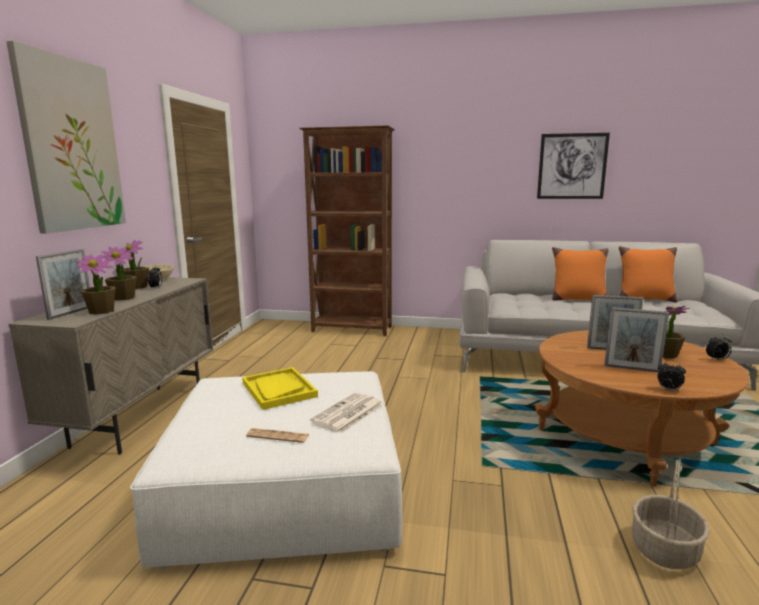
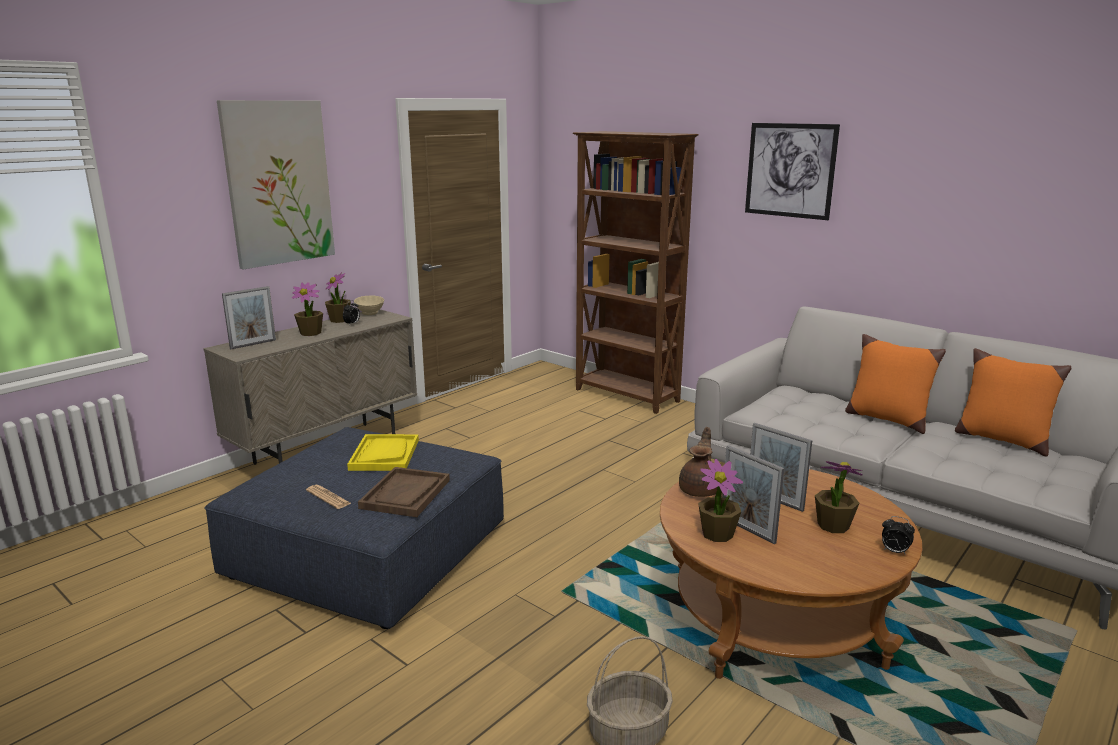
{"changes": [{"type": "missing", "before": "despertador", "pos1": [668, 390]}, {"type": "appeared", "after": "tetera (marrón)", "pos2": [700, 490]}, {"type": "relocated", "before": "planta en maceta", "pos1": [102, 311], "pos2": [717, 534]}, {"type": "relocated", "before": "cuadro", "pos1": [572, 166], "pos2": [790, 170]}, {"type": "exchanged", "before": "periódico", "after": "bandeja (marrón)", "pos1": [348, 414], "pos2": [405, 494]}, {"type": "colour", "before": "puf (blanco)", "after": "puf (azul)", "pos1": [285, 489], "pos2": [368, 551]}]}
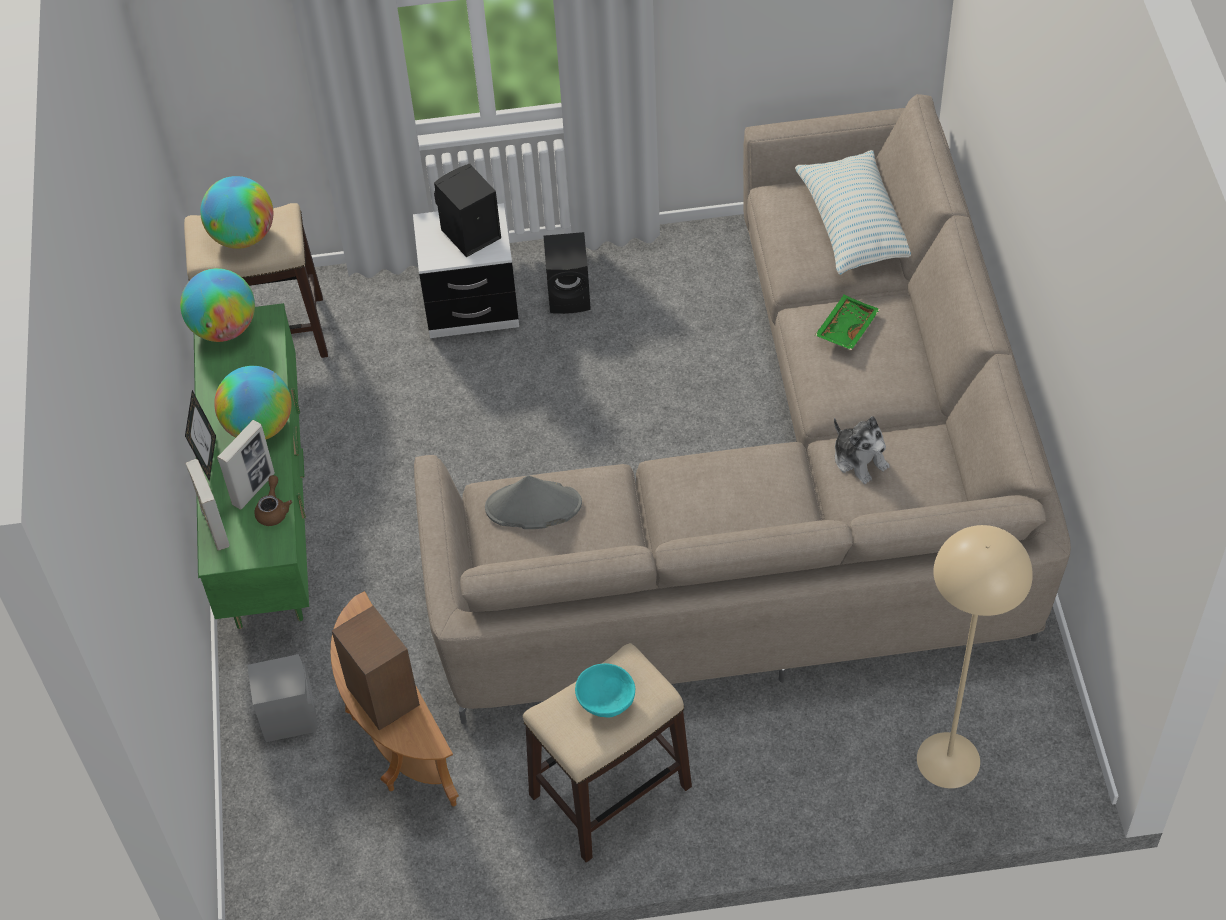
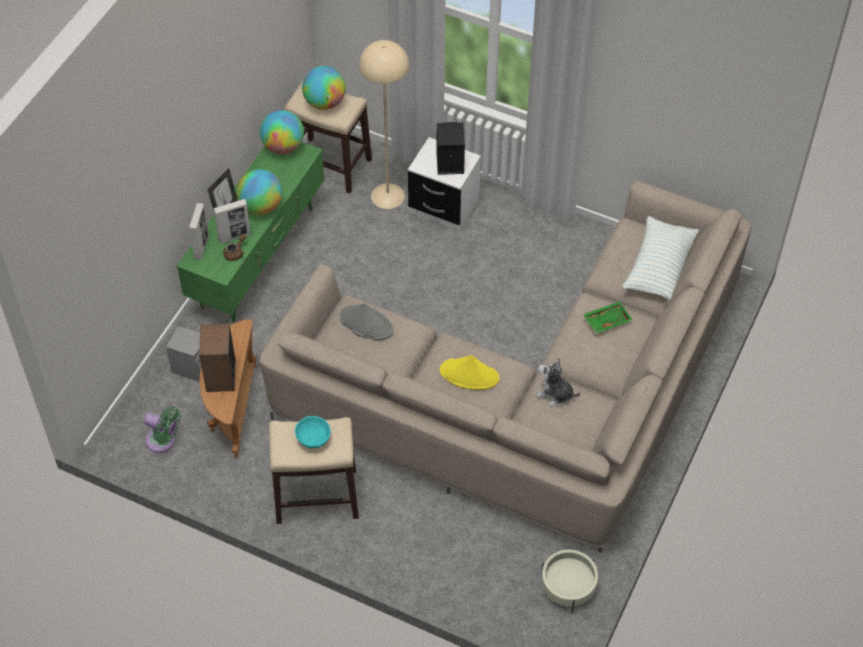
{"changes": [{"type": "missing", "before": "altavoz (negro)", "pos1": [571, 295]}, {"type": "appeared", "after": "ventilador (verde)", "pos2": [163, 441]}, {"type": "appeared", "after": "sombrero (amarillo)", "pos2": [469, 375]}, {"type": "appeared", "after": "maceta (beis)", "pos2": [568, 587]}, {"type": "relocated", "before": "lámpara de pie (beis)", "pos1": [948, 760], "pos2": [387, 196]}, {"type": "spun", "before": "peluche", "pos1": [859, 459], "pos2": [555, 394], "turn": 120}]}
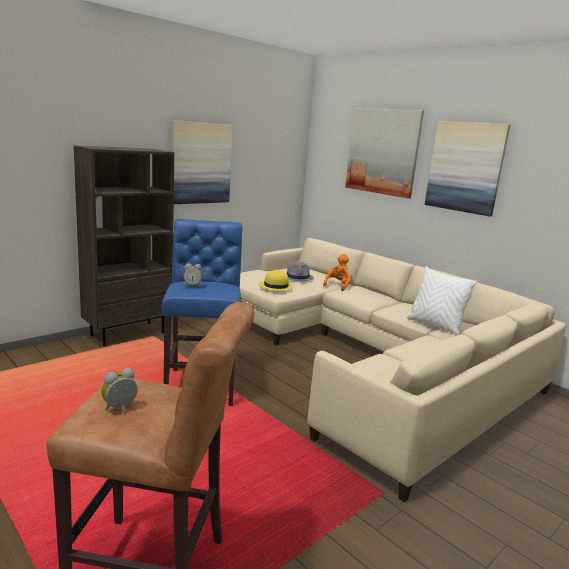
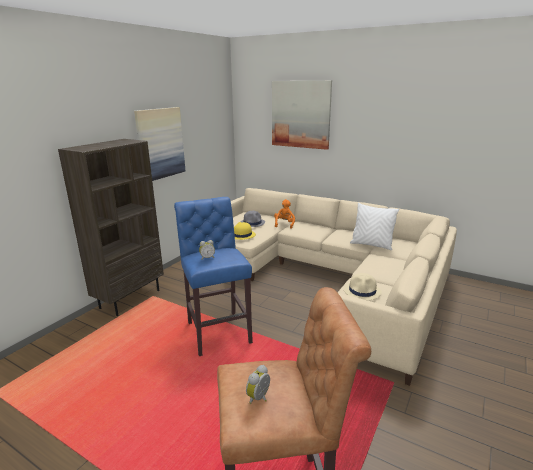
{"changes": [{"type": "missing", "before": "cuadro", "pos1": [465, 167]}, {"type": "appeared", "after": "sombrero (beis)", "pos2": [362, 291]}]}
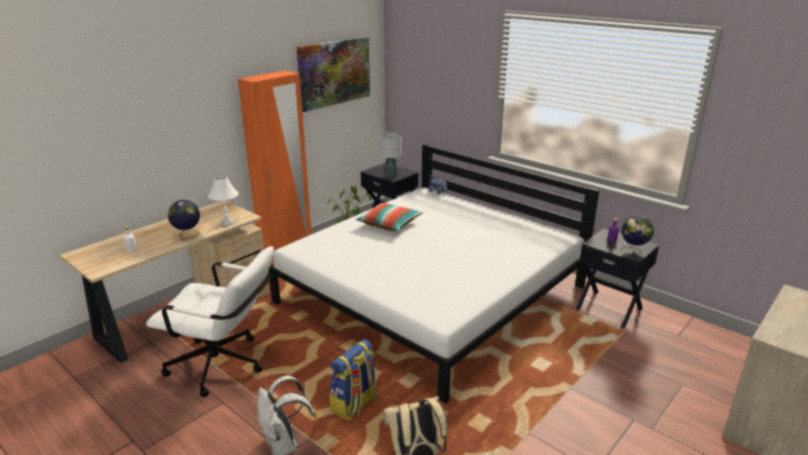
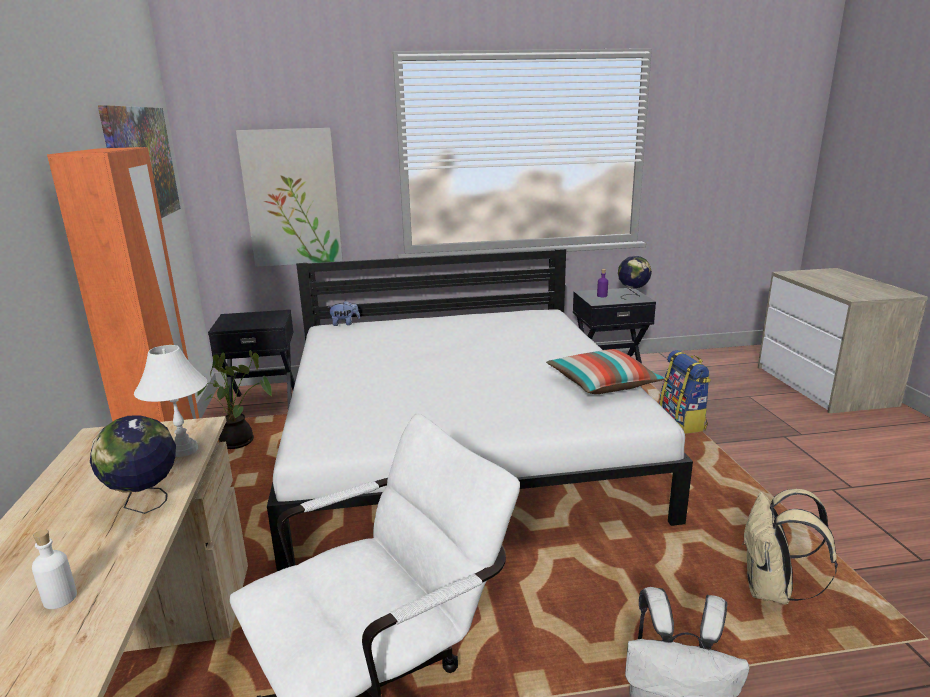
{"changes": [{"type": "missing", "before": "lámpara de mesa (gris)", "pos1": [391, 177]}, {"type": "appeared", "after": "cuadro", "pos2": [292, 198]}, {"type": "relocated", "before": "mochila", "pos1": [354, 404], "pos2": [682, 422]}, {"type": "relocated", "before": "cojín", "pos1": [389, 224], "pos2": [602, 384]}]}
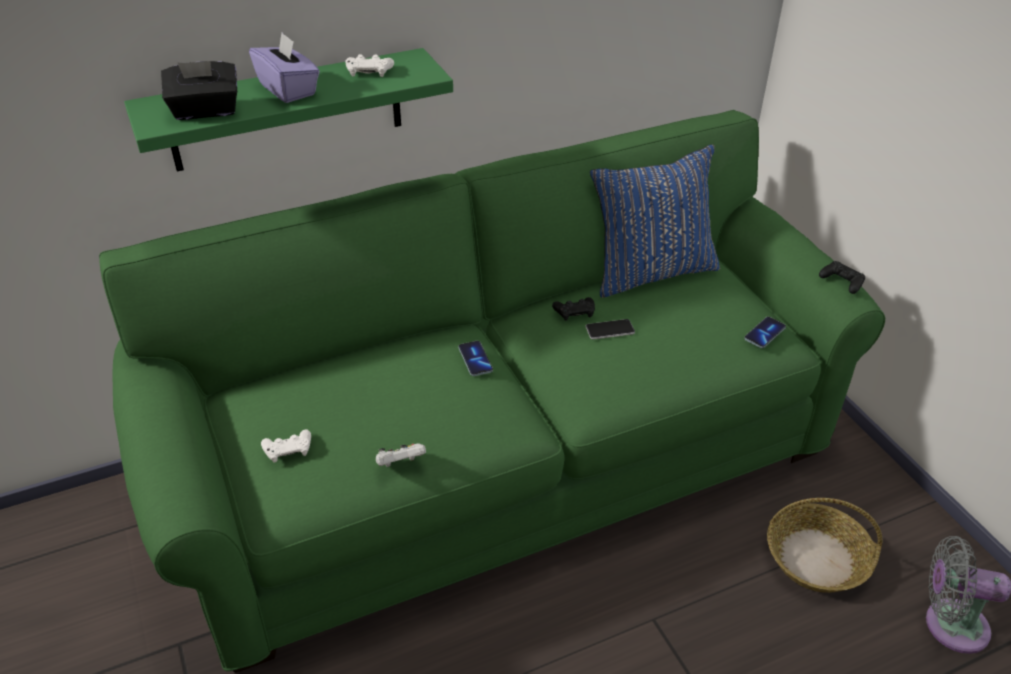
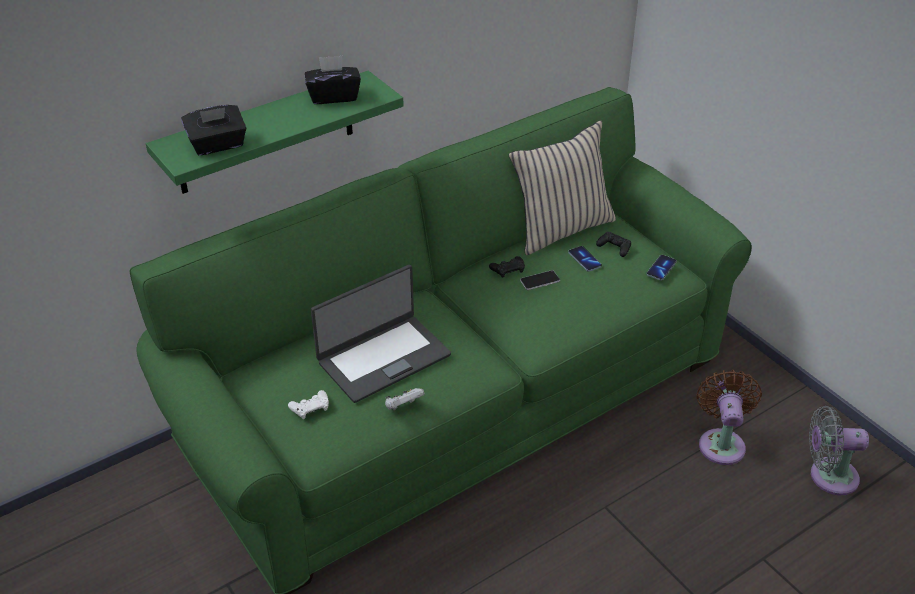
{"changes": [{"type": "missing", "before": "caja de pañuelos (morado)", "pos1": [288, 89]}, {"type": "appeared", "after": "portátil", "pos2": [383, 357]}, {"type": "relocated", "before": "móvil", "pos1": [475, 359], "pos2": [584, 260]}, {"type": "relocated", "before": "mando de consola (negro)", "pos1": [842, 281], "pos2": [614, 247]}, {"type": "exchanged", "before": "mando de consola (blanco)", "after": "caja de pañuelos (negro)", "pos1": [369, 71], "pos2": [333, 96]}, {"type": "exchanged", "before": "cesta", "after": "ventilador (marrón)", "pos1": [815, 558], "pos2": [721, 443]}, {"type": "colour", "before": "cojín (azul)", "after": "cojín (beis)", "pos1": [650, 271], "pos2": [560, 228]}]}
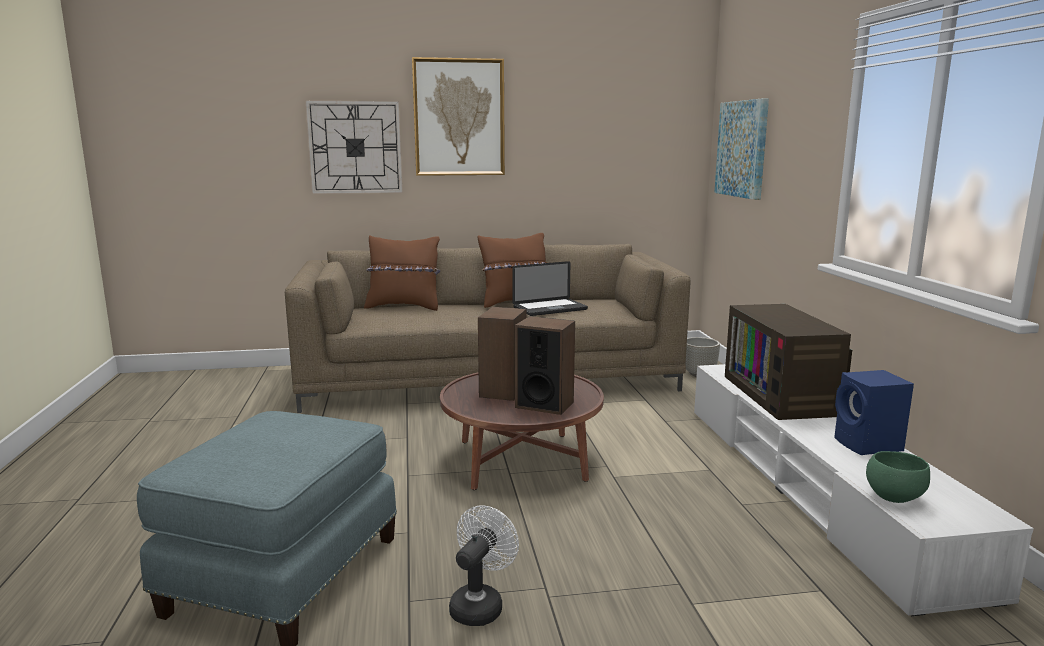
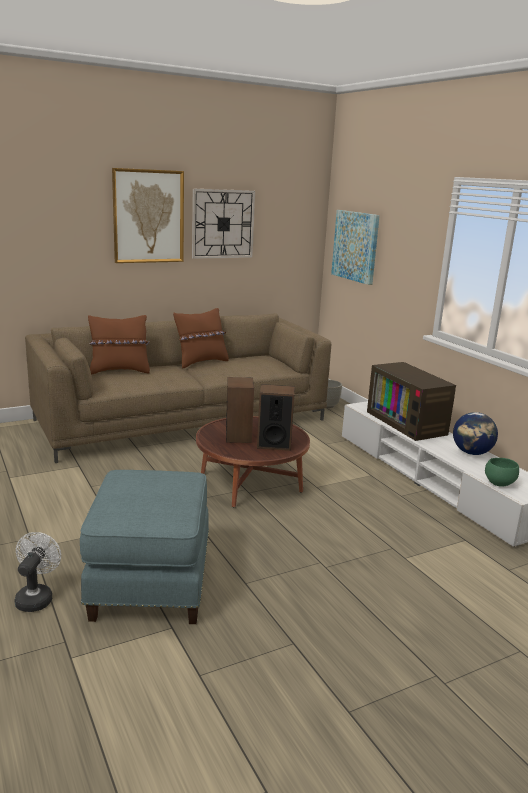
{"changes": [{"type": "missing", "before": "portátil", "pos1": [550, 309]}, {"type": "relocated", "before": "reloj de pared", "pos1": [355, 147], "pos2": [223, 224]}, {"type": "relocated", "before": "ventilador (blanco)", "pos1": [480, 604], "pos2": [36, 597]}, {"type": "exchanged", "before": "altavoz (azul)", "after": "globo terráqueo", "pos1": [868, 445], "pos2": [472, 453]}]}
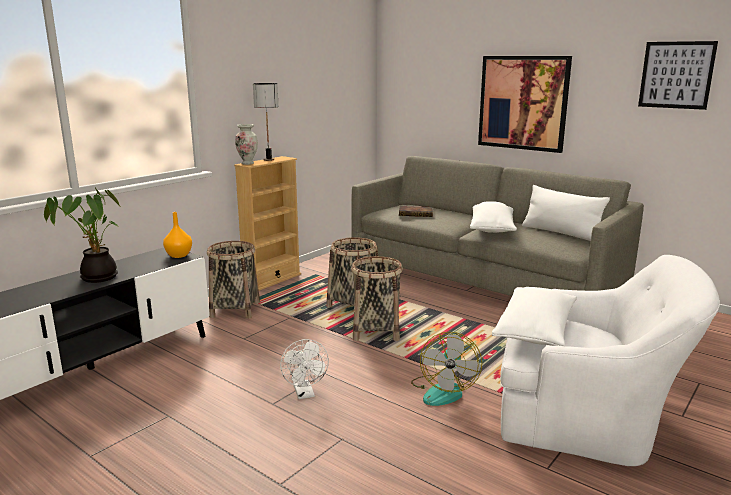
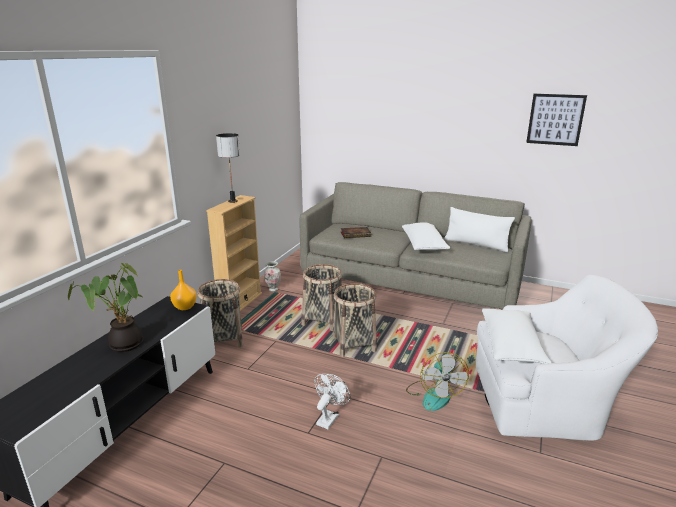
{"changes": [{"type": "missing", "before": "cuadro", "pos1": [523, 103]}, {"type": "relocated", "before": "florero", "pos1": [247, 163], "pos2": [273, 289]}, {"type": "spun", "before": "ventilador (blanco)", "pos1": [305, 394], "pos2": [329, 417], "turn": -120}]}
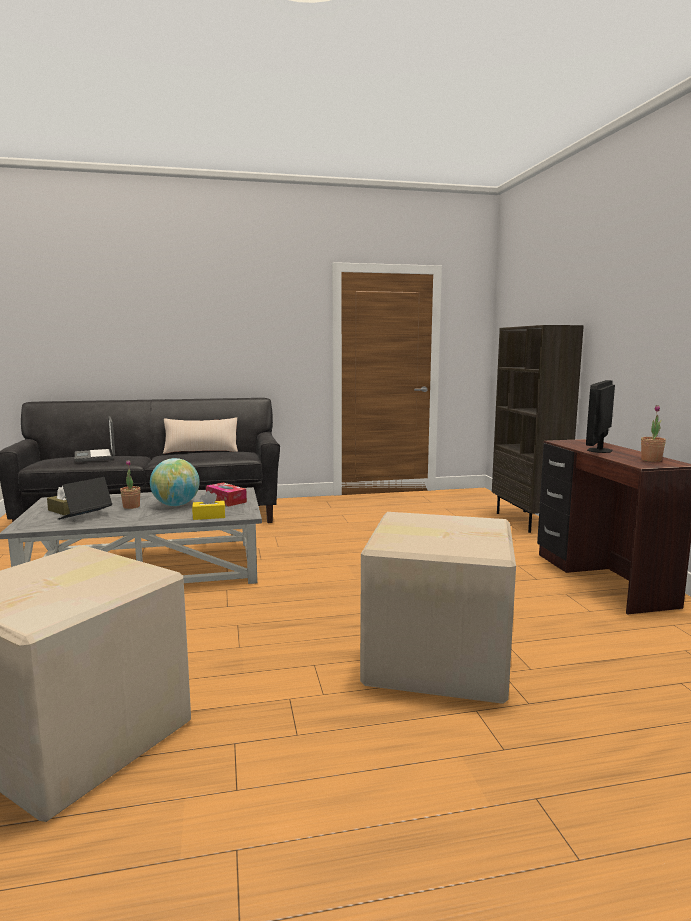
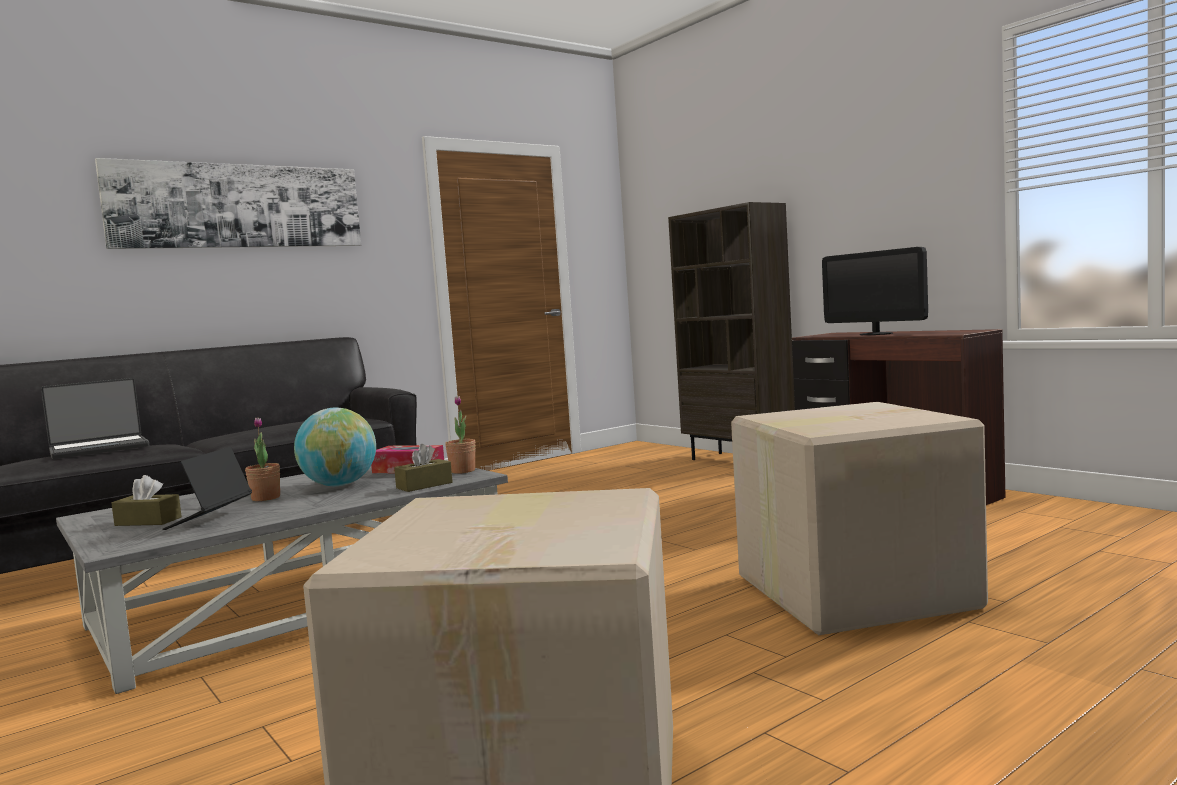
{"changes": [{"type": "missing", "before": "cojín (beis)", "pos1": [201, 451]}, {"type": "appeared", "after": "cuadro", "pos2": [239, 206]}, {"type": "relocated", "before": "planta en maceta", "pos1": [651, 460], "pos2": [462, 471]}, {"type": "colour", "before": "caja de pañuelos (amarillo)", "after": "caja de pañuelos (marrón)", "pos1": [209, 516], "pos2": [424, 485]}, {"type": "spun", "before": "portátil", "pos1": [96, 456], "pos2": [99, 449], "turn": -75}, {"type": "spun", "before": "monitor", "pos1": [599, 450], "pos2": [876, 334], "turn": -45}]}
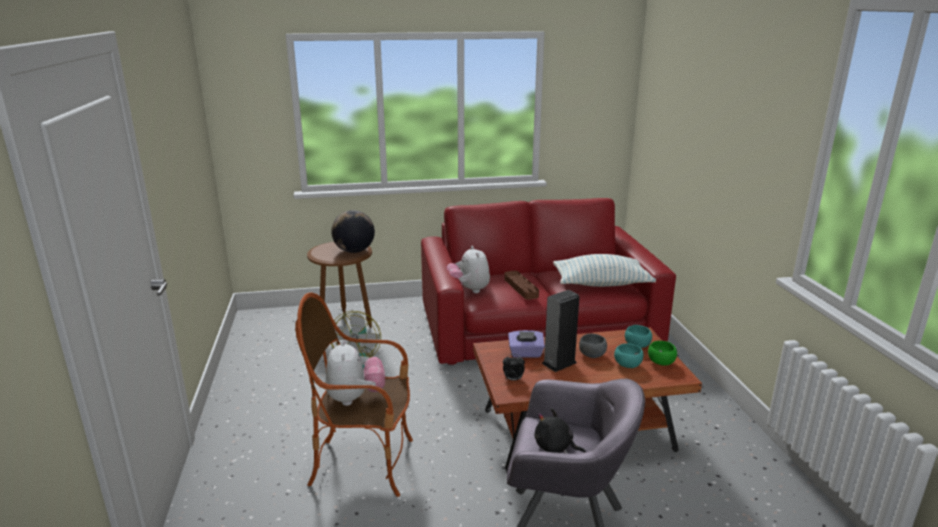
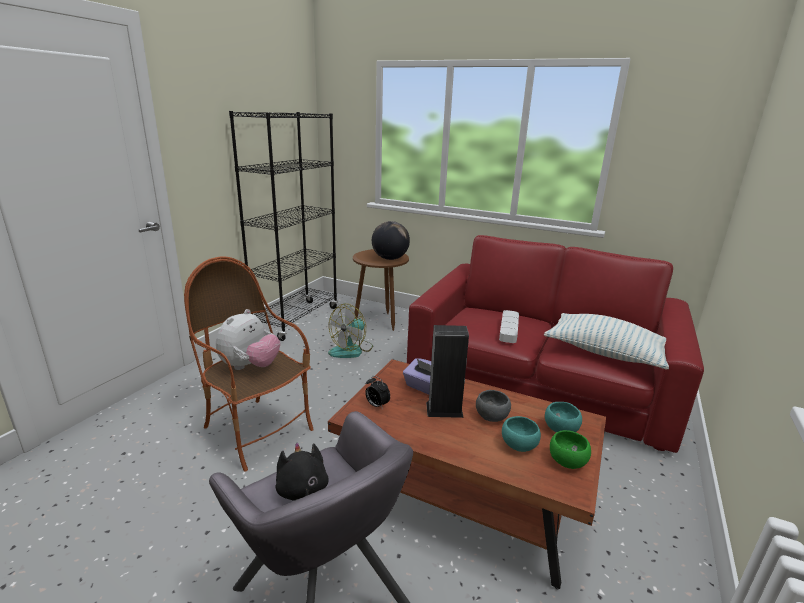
{"changes": [{"type": "missing", "before": "peluche", "pos1": [468, 290]}, {"type": "appeared", "after": "estantería (negro)", "pos2": [296, 320]}, {"type": "colour", "before": "bandeja (marrón)", "after": "bandeja (gris)", "pos1": [521, 287], "pos2": [509, 329]}]}
